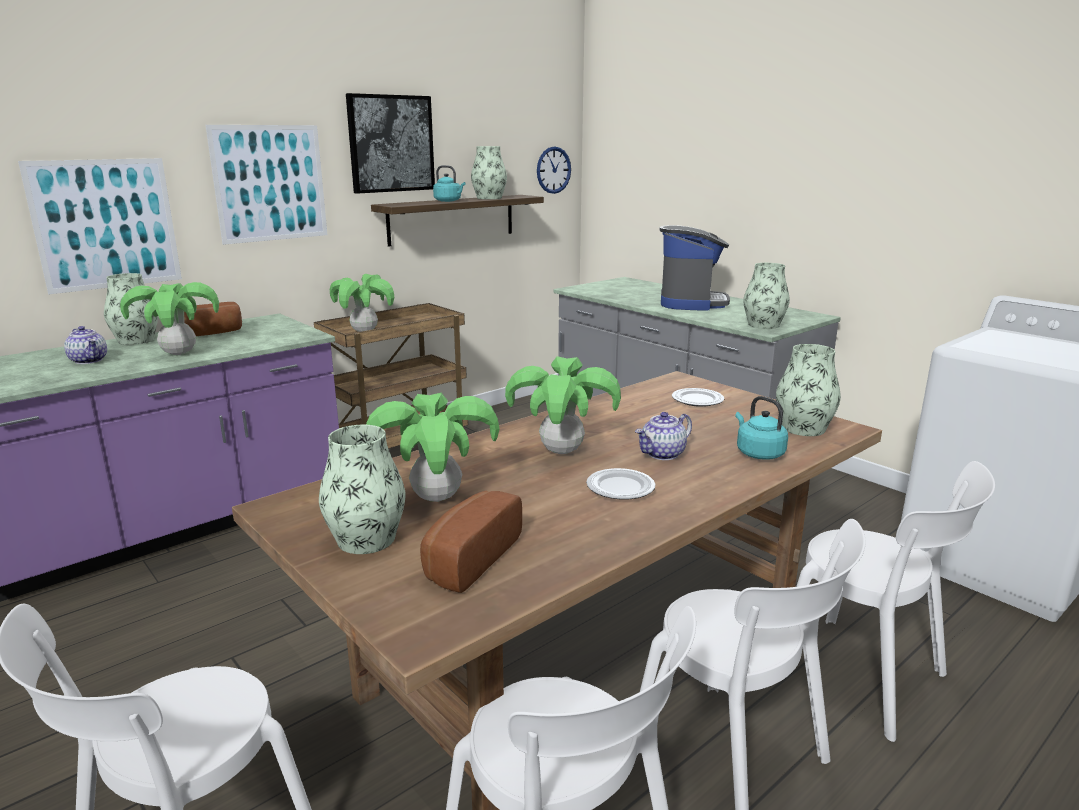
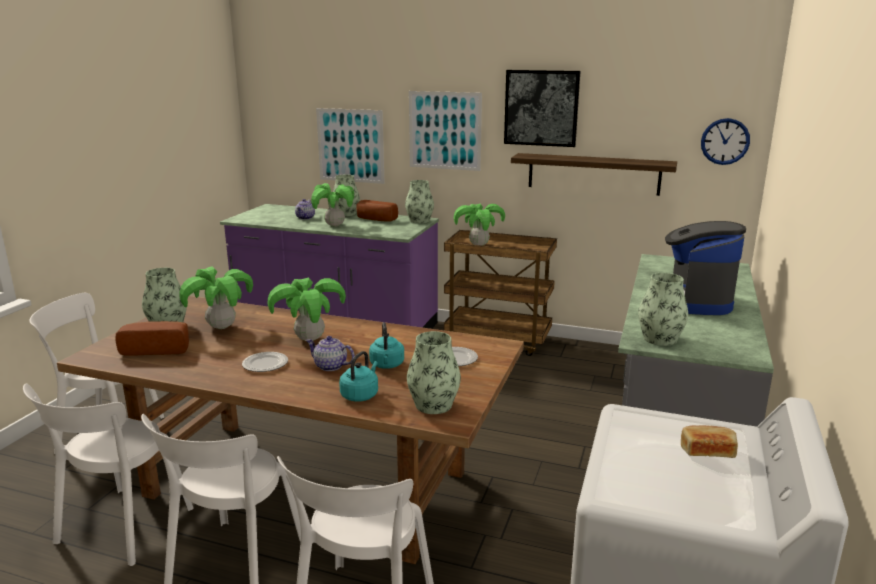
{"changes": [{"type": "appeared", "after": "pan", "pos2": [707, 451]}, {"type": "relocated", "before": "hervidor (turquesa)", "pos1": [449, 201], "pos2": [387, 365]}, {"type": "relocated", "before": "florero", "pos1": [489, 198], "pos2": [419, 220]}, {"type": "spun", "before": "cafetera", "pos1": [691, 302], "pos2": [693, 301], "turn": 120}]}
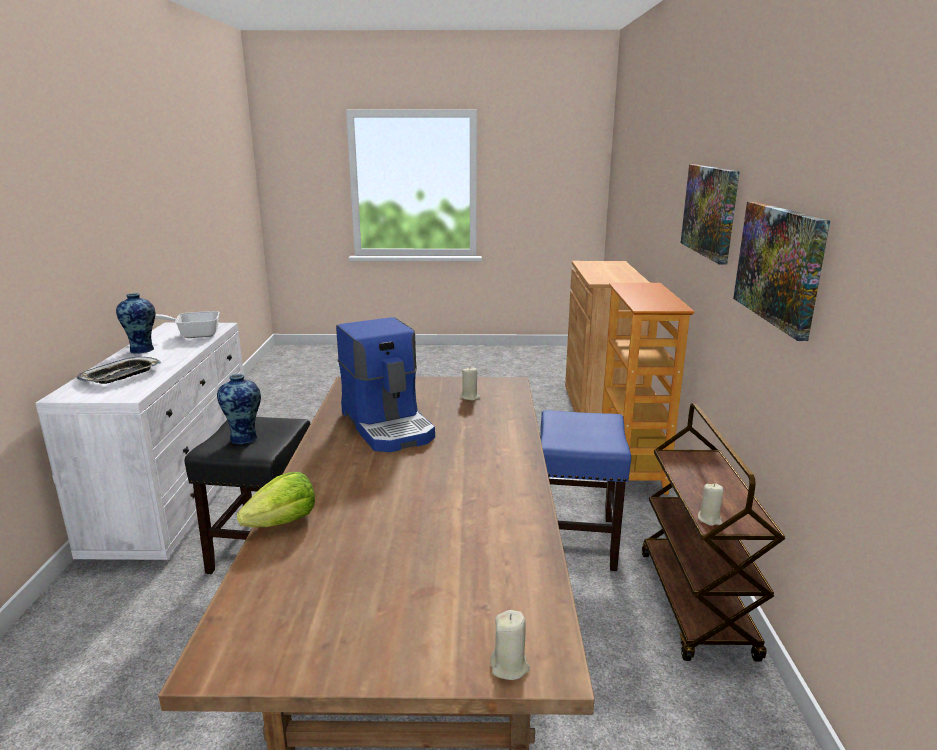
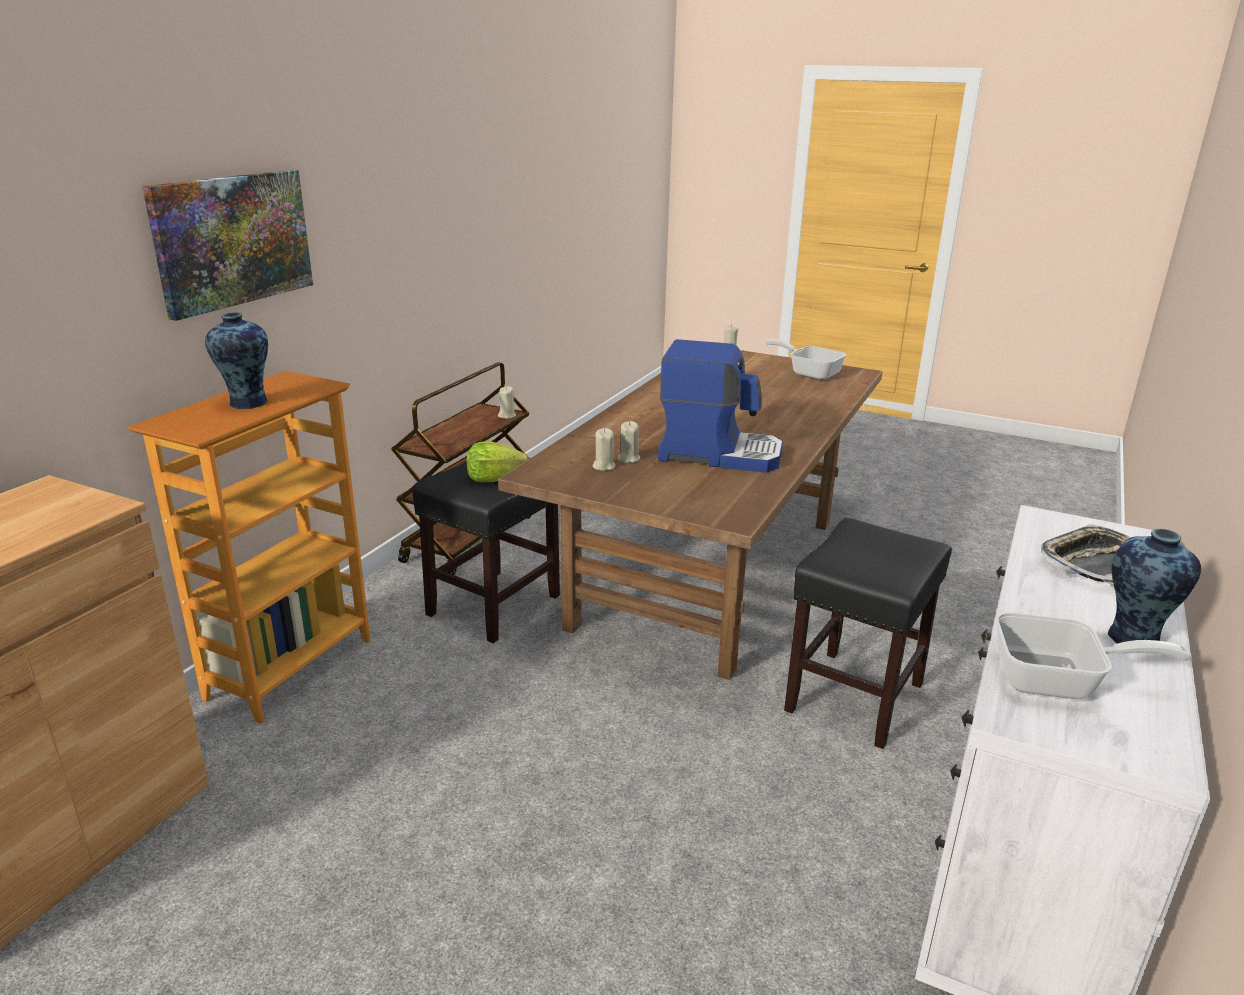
{"changes": [{"type": "missing", "before": "cuadro", "pos1": [779, 265]}, {"type": "appeared", "after": "vela (beis)", "pos2": [628, 458]}, {"type": "appeared", "after": "sartén", "pos2": [809, 373]}, {"type": "relocated", "before": "florero", "pos1": [244, 438], "pos2": [246, 403]}, {"type": "relocated", "before": "lechuga", "pos1": [283, 522], "pos2": [494, 478]}, {"type": "colour", "before": "taburete (azul)", "after": "taburete (negro)", "pos1": [576, 541], "pos2": [495, 604]}, {"type": "spun", "before": "cafetera", "pos1": [389, 425], "pos2": [719, 453], "turn": 105}]}
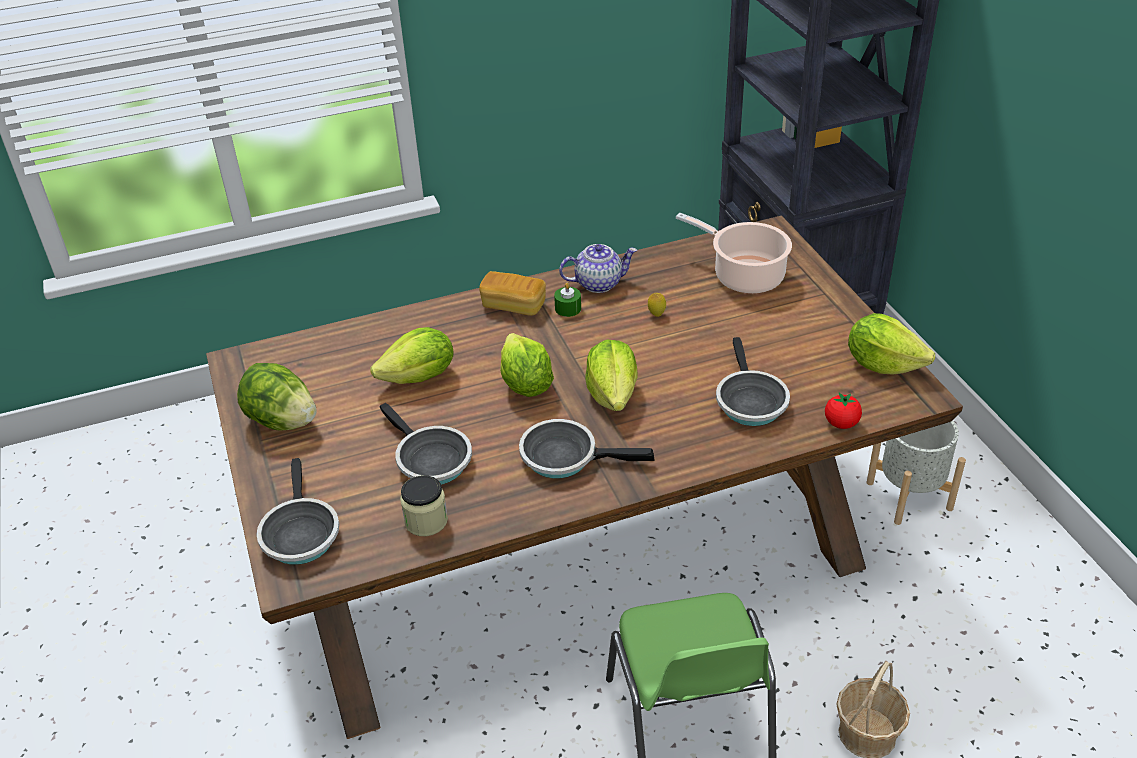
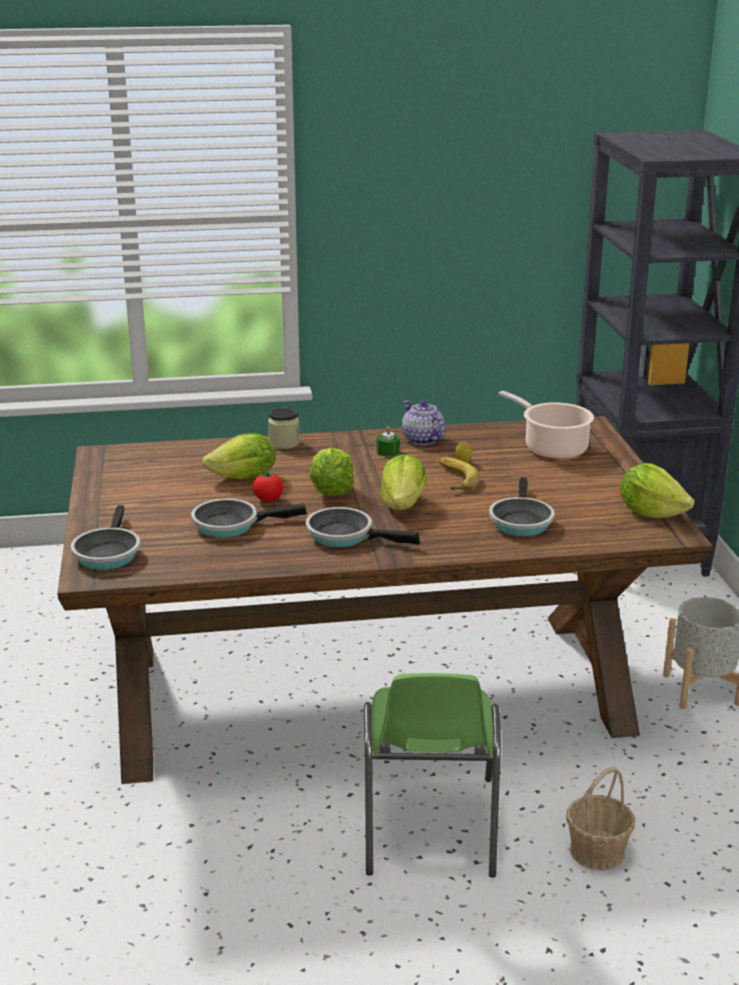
{"changes": [{"type": "missing", "before": "lechuga", "pos1": [282, 421]}, {"type": "missing", "before": "pan", "pos1": [513, 305]}, {"type": "appeared", "after": "plátano", "pos2": [453, 479]}, {"type": "relocated", "before": "tarro", "pos1": [426, 521], "pos2": [284, 443]}, {"type": "relocated", "before": "tomate", "pos1": [841, 423], "pos2": [268, 499]}, {"type": "spun", "before": "sartén", "pos1": [430, 460], "pos2": [231, 525], "turn": 105}, {"type": "spun", "before": "tetera", "pos1": [599, 283], "pos2": [422, 439], "turn": -120}]}
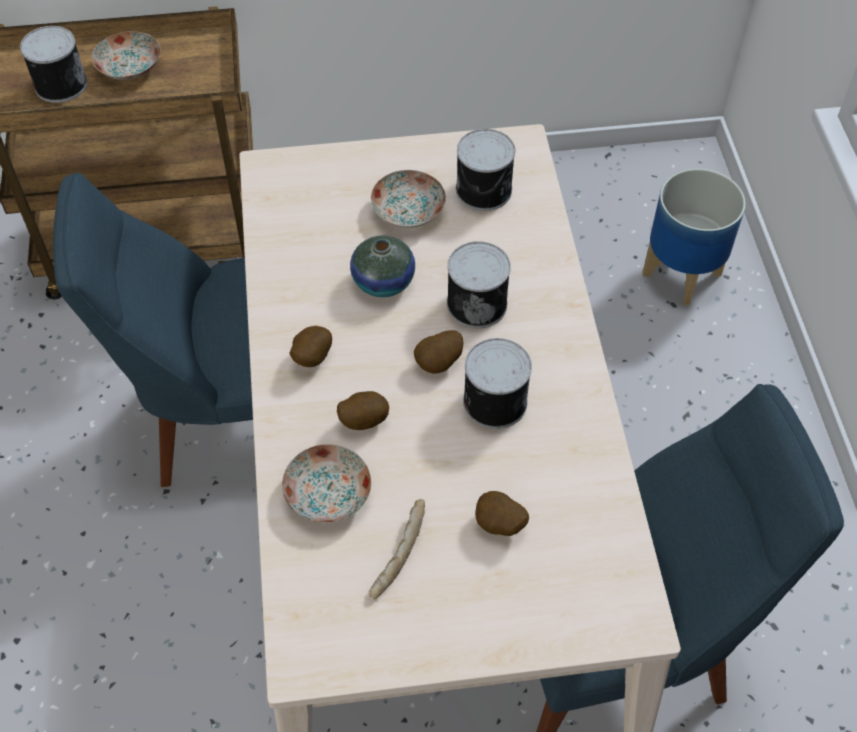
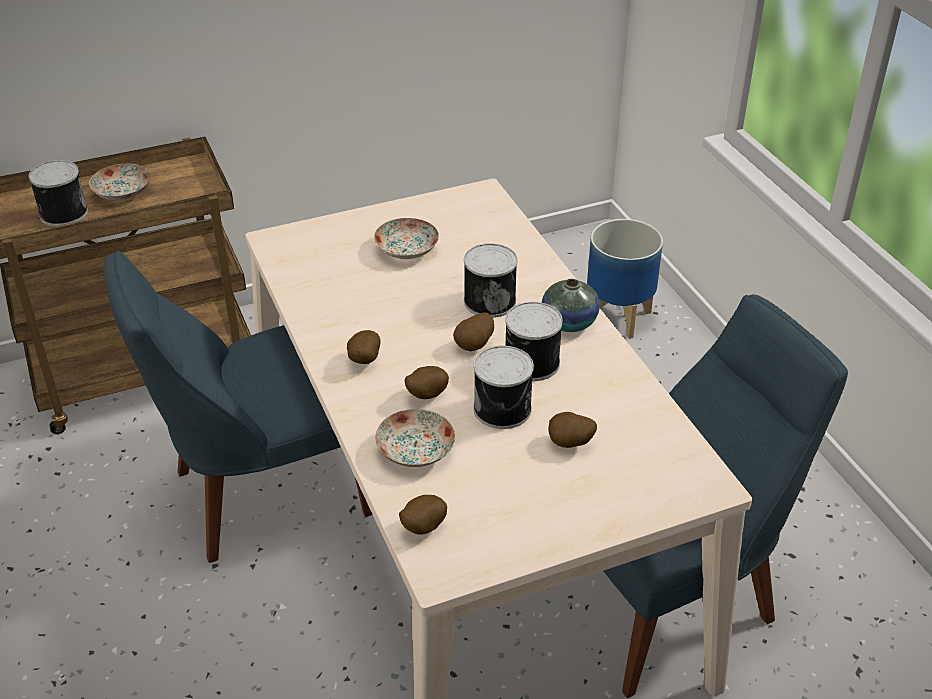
{"changes": [{"type": "missing", "before": "pan", "pos1": [397, 553]}, {"type": "appeared", "after": "patata", "pos2": [422, 527]}, {"type": "relocated", "before": "florero", "pos1": [383, 281], "pos2": [569, 322]}, {"type": "relocated", "before": "lata", "pos1": [485, 190], "pos2": [504, 409]}]}
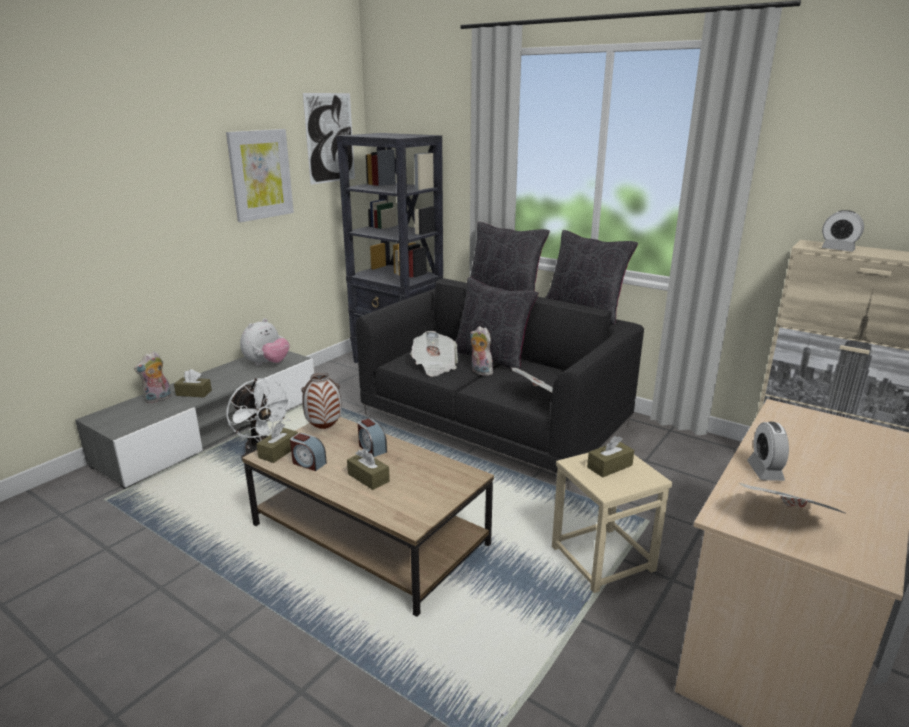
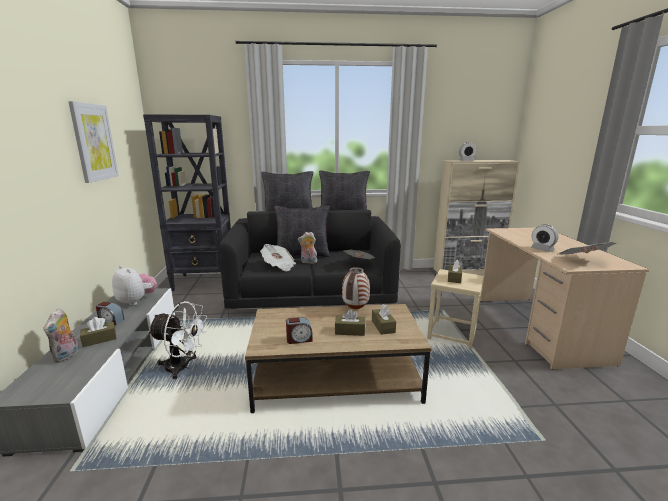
{"changes": [{"type": "missing", "before": "cuadro", "pos1": [330, 138]}, {"type": "relocated", "before": "caja de pañuelos (marrón)", "pos1": [279, 451], "pos2": [383, 326]}, {"type": "relocated", "before": "florero", "pos1": [324, 428], "pos2": [355, 309]}, {"type": "relocated", "before": "despertador", "pos1": [372, 448], "pos2": [111, 321]}, {"type": "spun", "before": "peluche", "pos1": [267, 364], "pos2": [136, 301], "turn": -45}]}
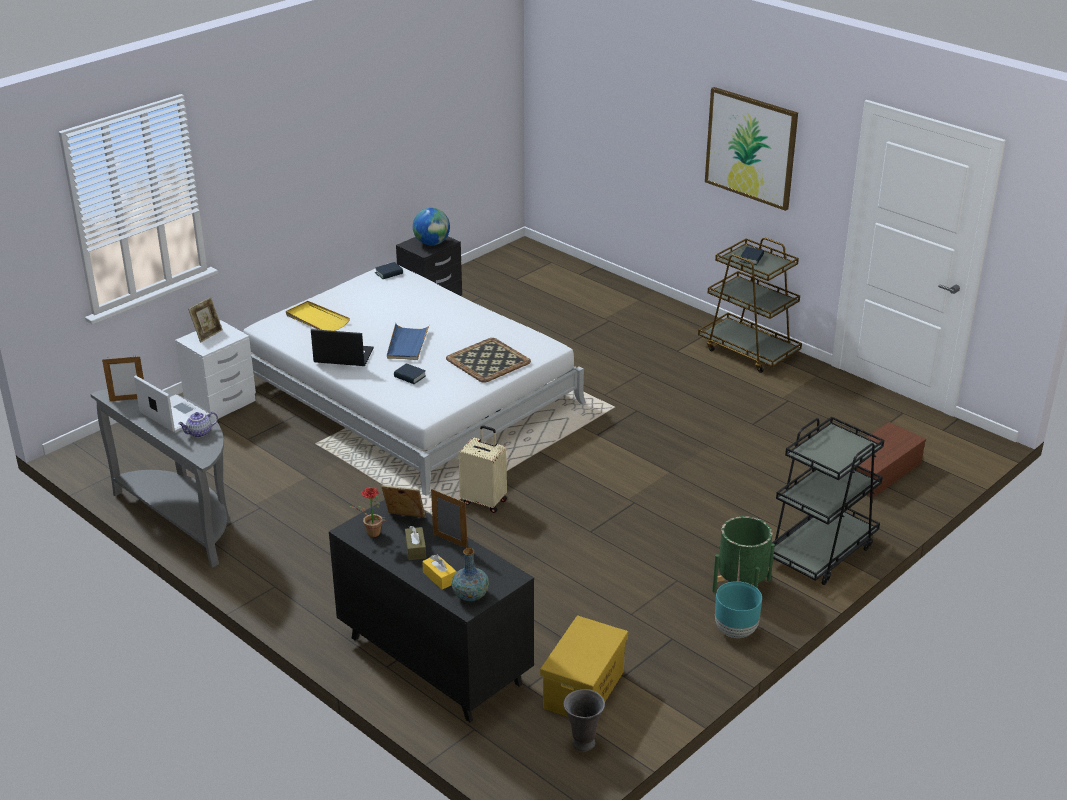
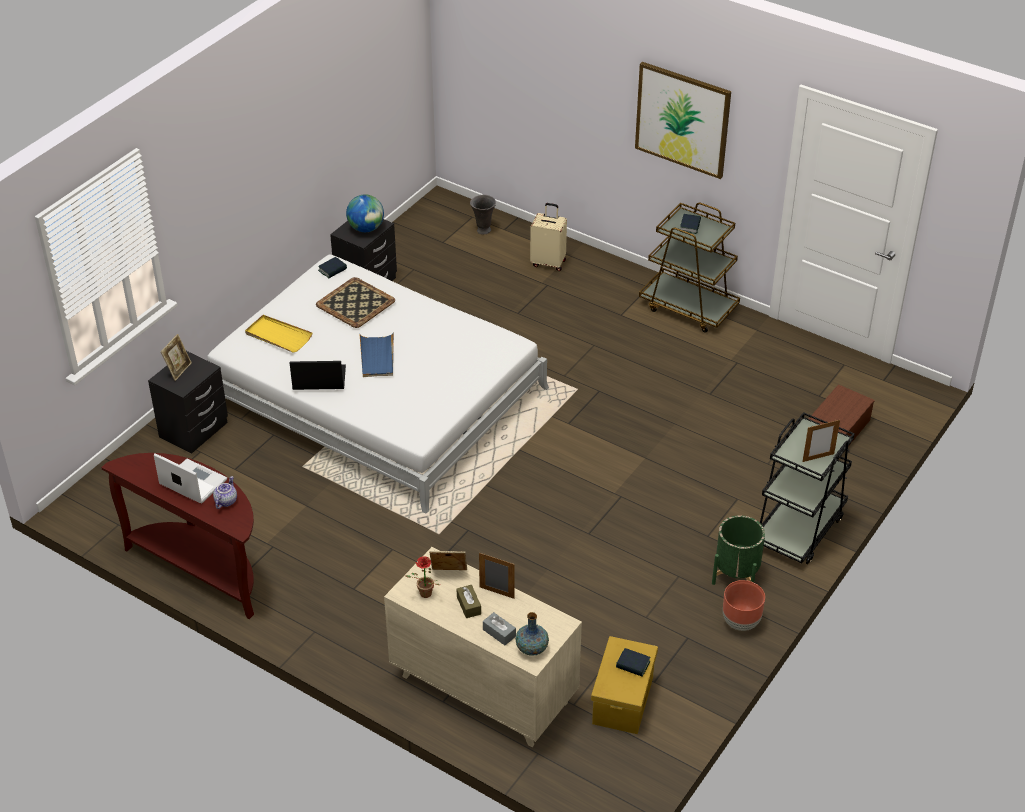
{"changes": [{"type": "relocated", "before": "portarretratos", "pos1": [128, 399], "pos2": [818, 457]}, {"type": "relocated", "before": "libro", "pos1": [410, 377], "pos2": [633, 665]}, {"type": "relocated", "before": "bandeja", "pos1": [489, 360], "pos2": [356, 303]}, {"type": "relocated", "before": "maleta (beis)", "pos1": [484, 501], "pos2": [548, 262]}, {"type": "relocated", "before": "florero (gris)", "pos1": [582, 744], "pos2": [483, 230]}, {"type": "colour", "before": "mesa consola (gris)", "after": "mesa consola (marrón)", "pos1": [183, 519], "pos2": [202, 569]}, {"type": "colour", "before": "mesita de noche (blanco)", "after": "mesita de noche (negro)", "pos1": [220, 403], "pos2": [193, 430]}, {"type": "colour", "before": "cómoda (negro)", "after": "cómoda (beis)", "pos1": [433, 660], "pos2": [483, 689]}, {"type": "colour", "before": "caja de pañuelos (amarillo)", "after": "caja de pañuelos (gris)", "pos1": [439, 577], "pos2": [499, 633]}, {"type": "colour", "before": "maceta (turquesa)", "after": "maceta (marrón)", "pos1": [735, 631], "pos2": [740, 622]}, {"type": "spun", "before": "tetera", "pos1": [199, 433], "pos2": [225, 501], "turn": 150}]}
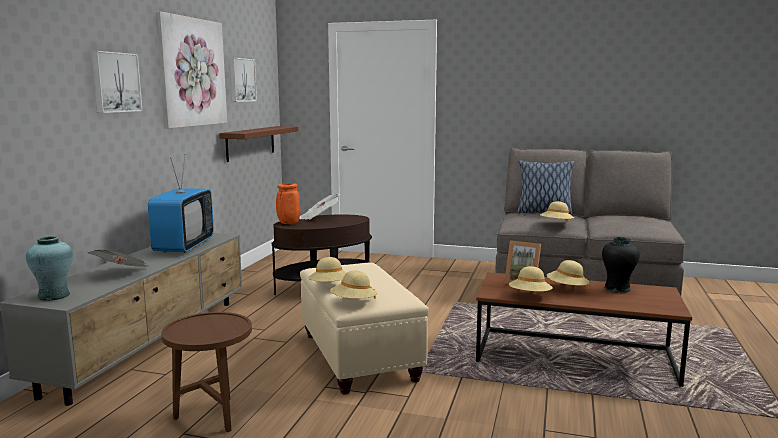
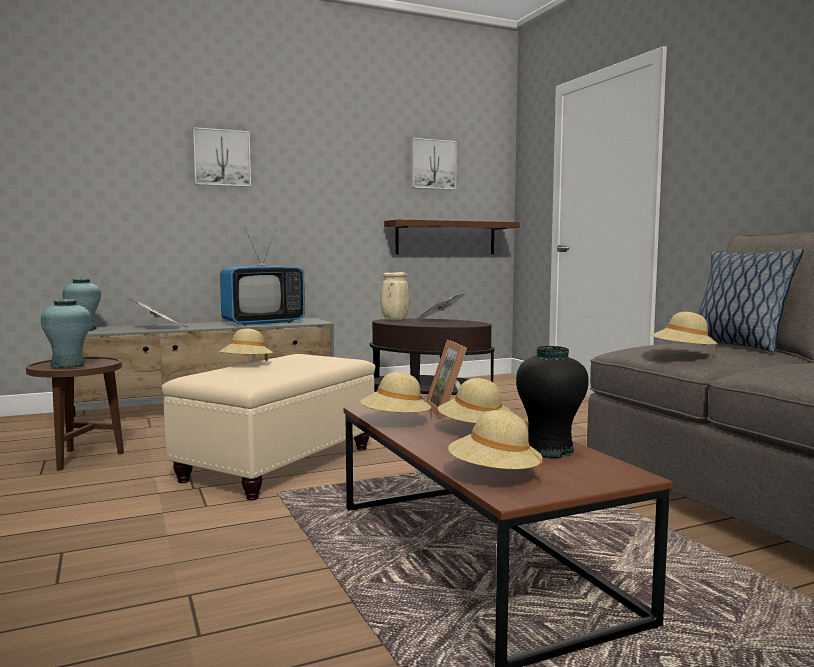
{"changes": [{"type": "missing", "before": "cuadro", "pos1": [192, 72]}, {"type": "appeared", "after": "florero (turquesa)", "pos2": [68, 365]}, {"type": "relocated", "before": "sombrero (beis)", "pos1": [353, 303], "pos2": [494, 476]}, {"type": "colour", "before": "florero (naranja)", "after": "florero (beis)", "pos1": [288, 223], "pos2": [394, 320]}]}
